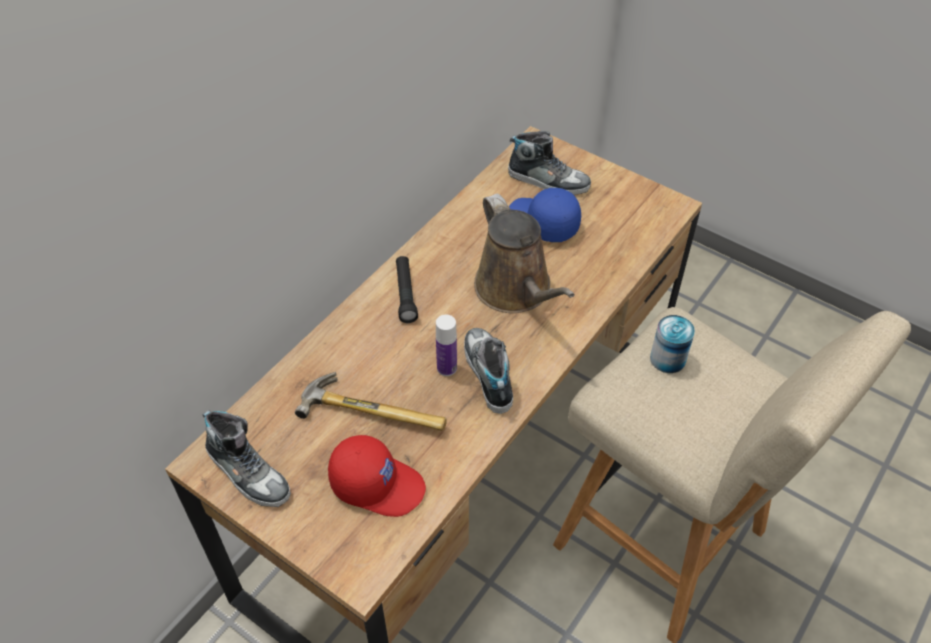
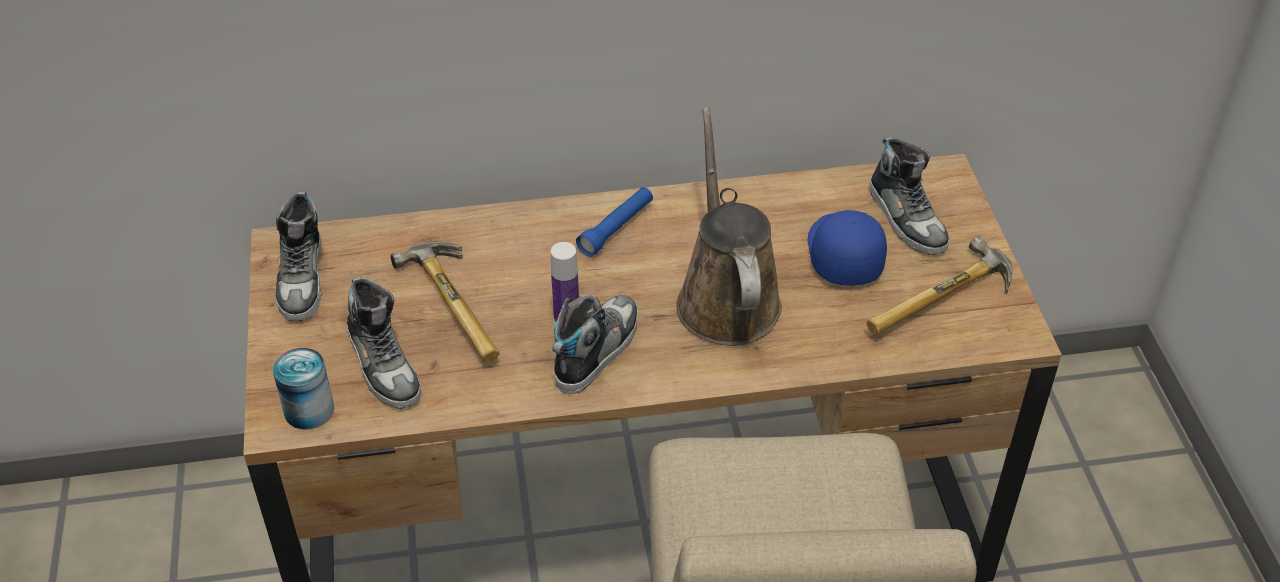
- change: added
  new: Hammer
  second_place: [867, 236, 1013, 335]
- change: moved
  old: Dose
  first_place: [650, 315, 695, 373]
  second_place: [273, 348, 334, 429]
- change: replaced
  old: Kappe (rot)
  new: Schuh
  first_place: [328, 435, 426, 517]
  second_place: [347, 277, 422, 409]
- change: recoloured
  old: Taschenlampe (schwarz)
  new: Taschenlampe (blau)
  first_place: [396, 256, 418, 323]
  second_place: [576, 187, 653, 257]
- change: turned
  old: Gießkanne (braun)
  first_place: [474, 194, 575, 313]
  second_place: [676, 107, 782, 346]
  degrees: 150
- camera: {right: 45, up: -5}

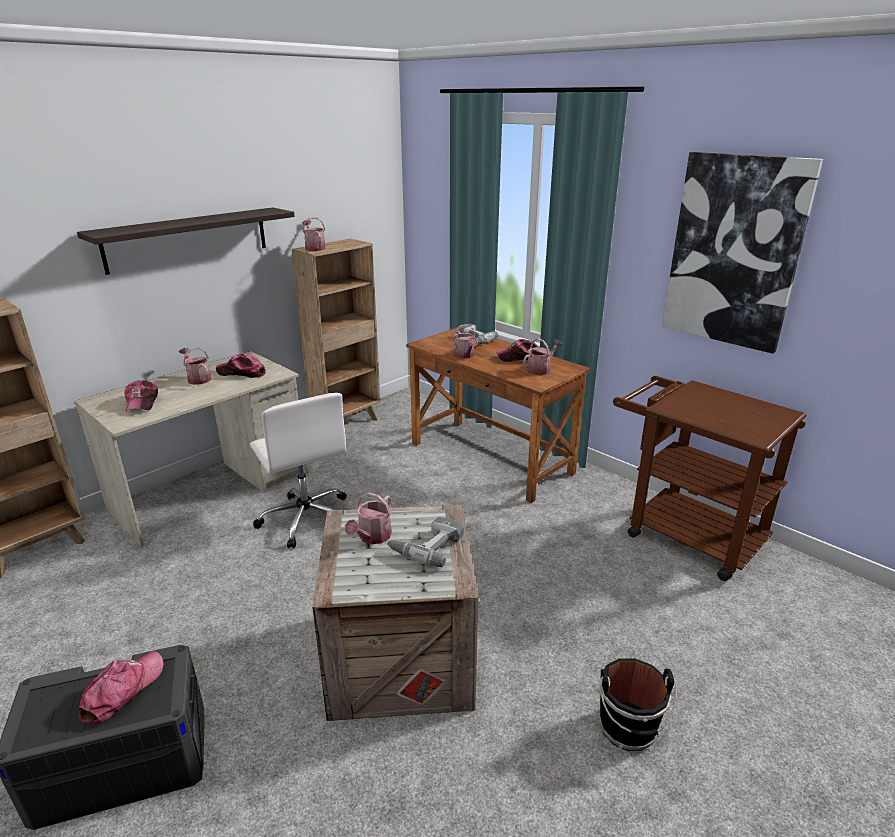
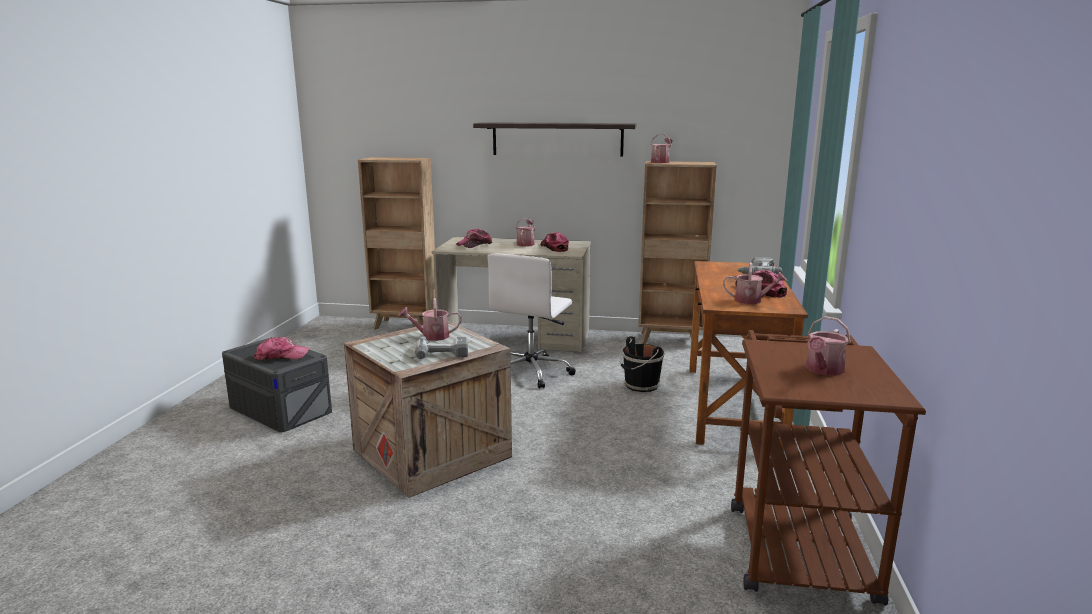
- change: removed
  old: Bild
  first_place: [662, 152, 823, 354]
- change: moved
  old: Gießkanne
  first_place: [452, 324, 478, 359]
  second_place: [806, 316, 851, 375]
- change: moved
  old: Eimer (schwarz)
  first_place: [598, 658, 677, 751]
  second_place: [619, 336, 665, 392]
- camera: {right: 55, up: -10}

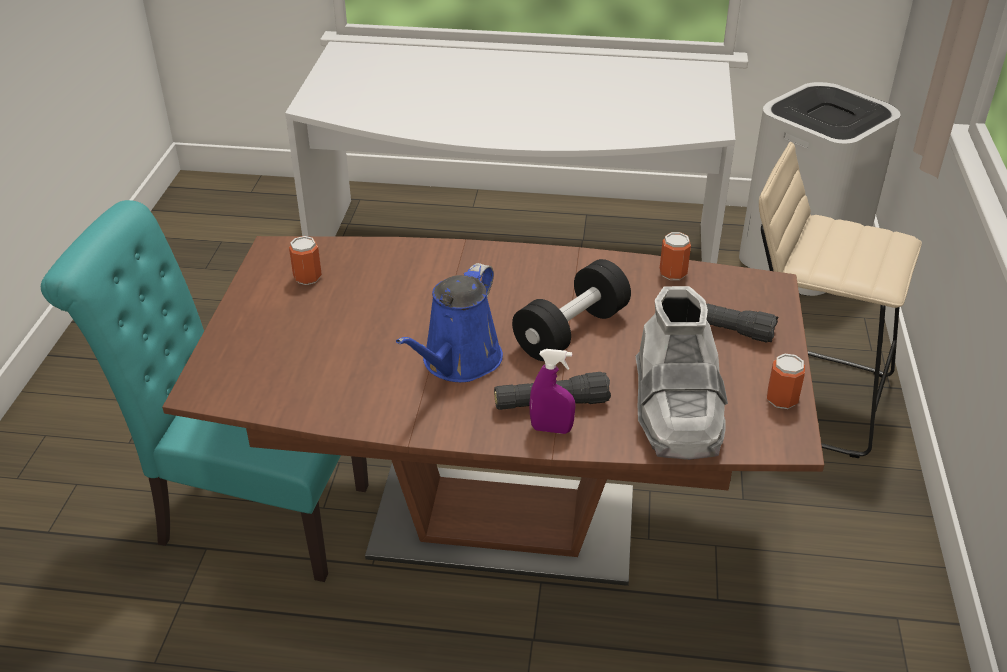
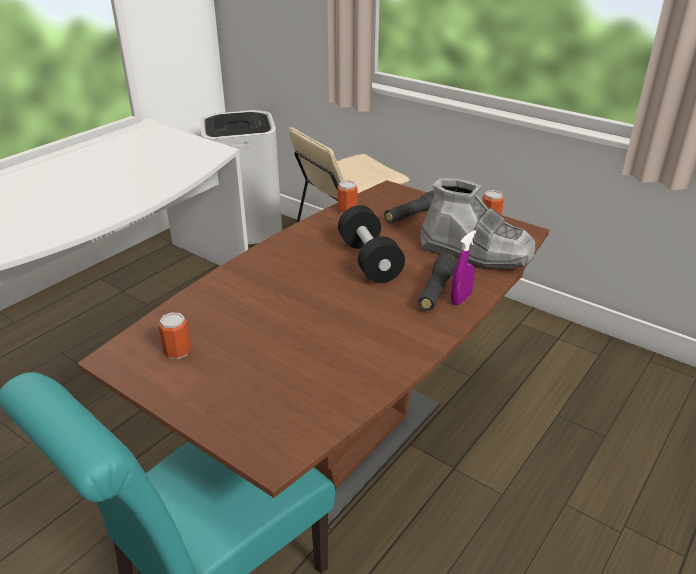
- change: removed
  old: Gießkanne (blau)
  first_place: [396, 263, 503, 382]
- camera: {right: -60, up: -5}

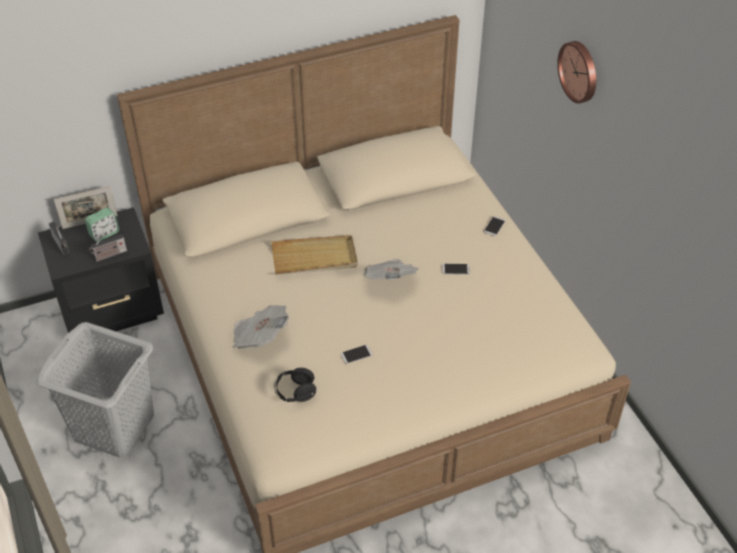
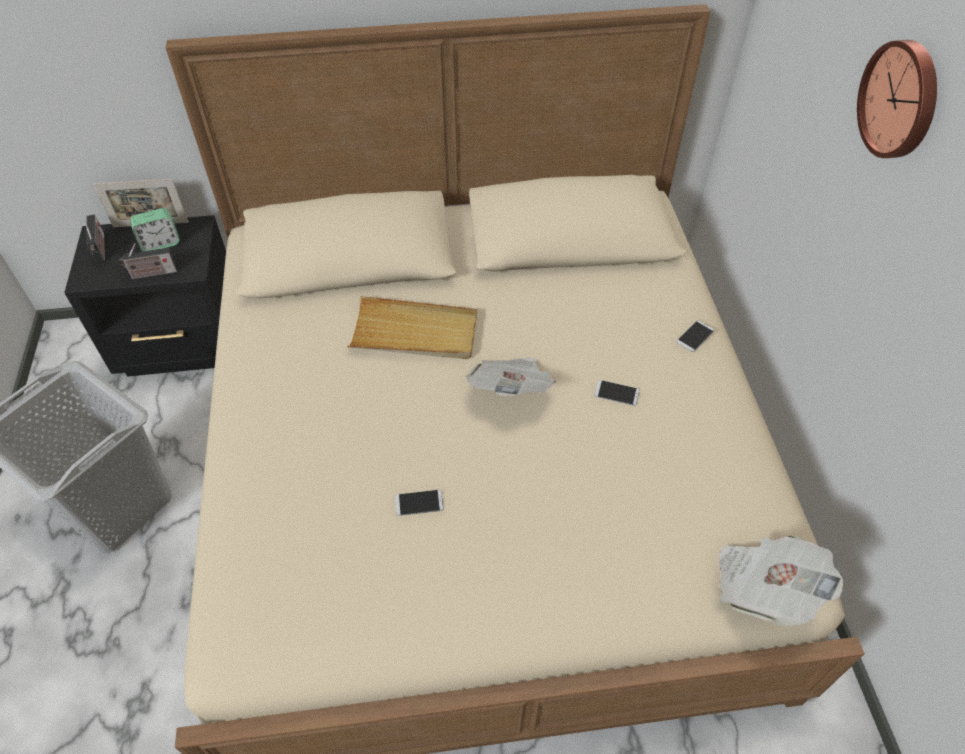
- change: removed
  old: Kopfhörer (schwarz)
  first_place: [274, 368, 316, 402]
- change: moved
  old: Zeitung
  first_place: [232, 305, 289, 349]
  second_place: [719, 536, 843, 626]
- camera: {right: 15, up: 5}

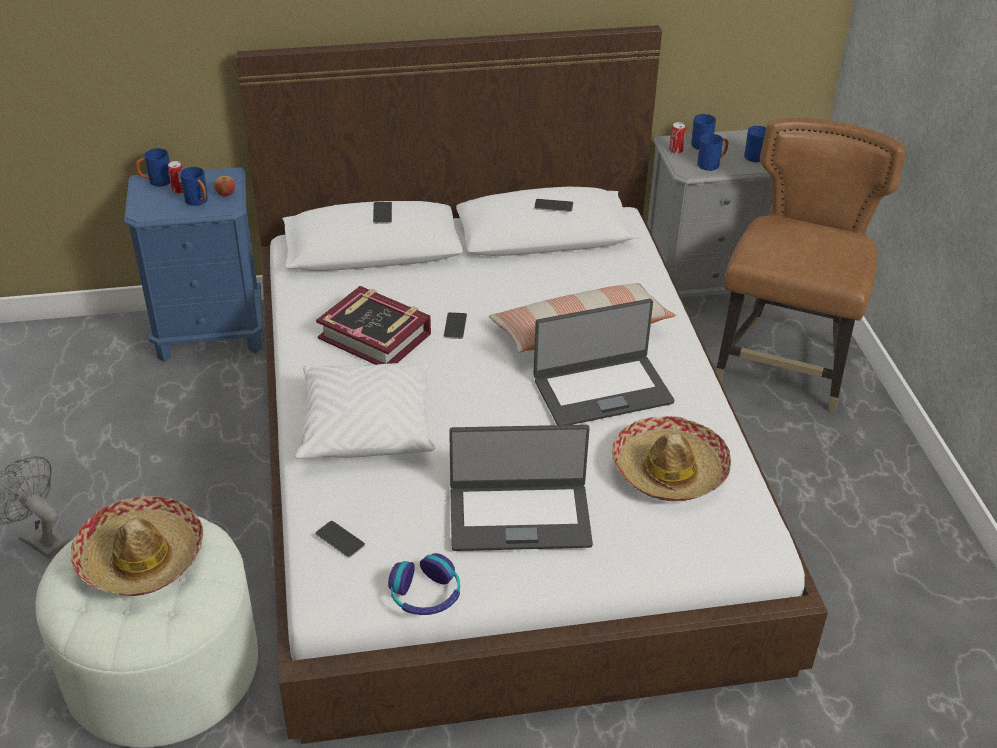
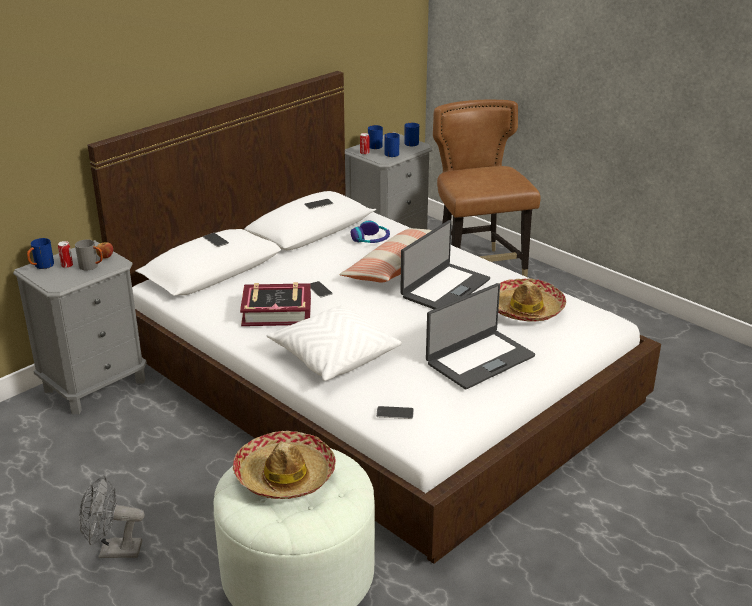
- change: moved
  old: Kopfhörer
  first_place: [388, 553, 460, 615]
  second_place: [351, 221, 390, 243]
- change: recoloured
  old: Nachttisch (blau)
  new: Nachttisch (grau)
  first_place: [124, 167, 263, 362]
  second_place: [13, 240, 147, 414]
- change: recoloured
  old: Henkelbecher (blau)
  new: Henkelbecher (grau)
  first_place: [180, 167, 208, 206]
  second_place: [75, 239, 103, 271]
- camera: {right: -35, up: -10}

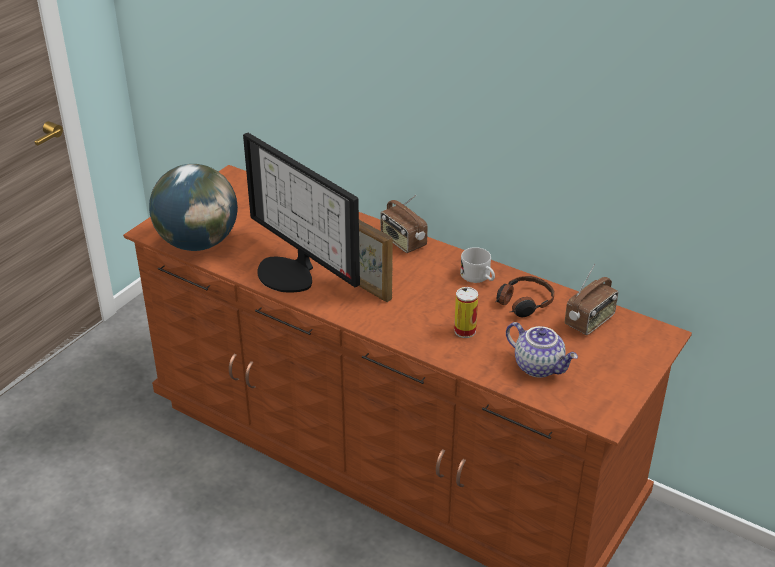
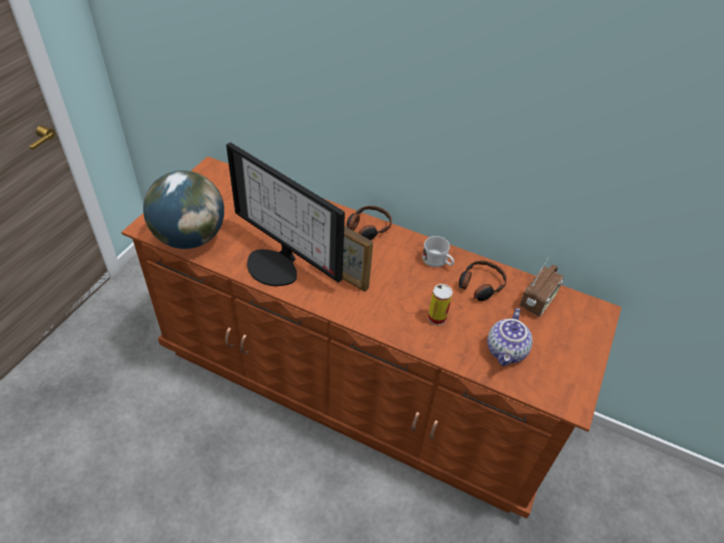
- change: replaced
  old: Radio
  new: Kopfhörer
  first_place: [380, 195, 428, 253]
  second_place: [346, 206, 392, 240]
- change: turned
  old: Teekanne
  first_place: [506, 322, 578, 378]
  second_place: [487, 308, 533, 366]
  degrees: 75
- camera: {right: -10, up: 10}

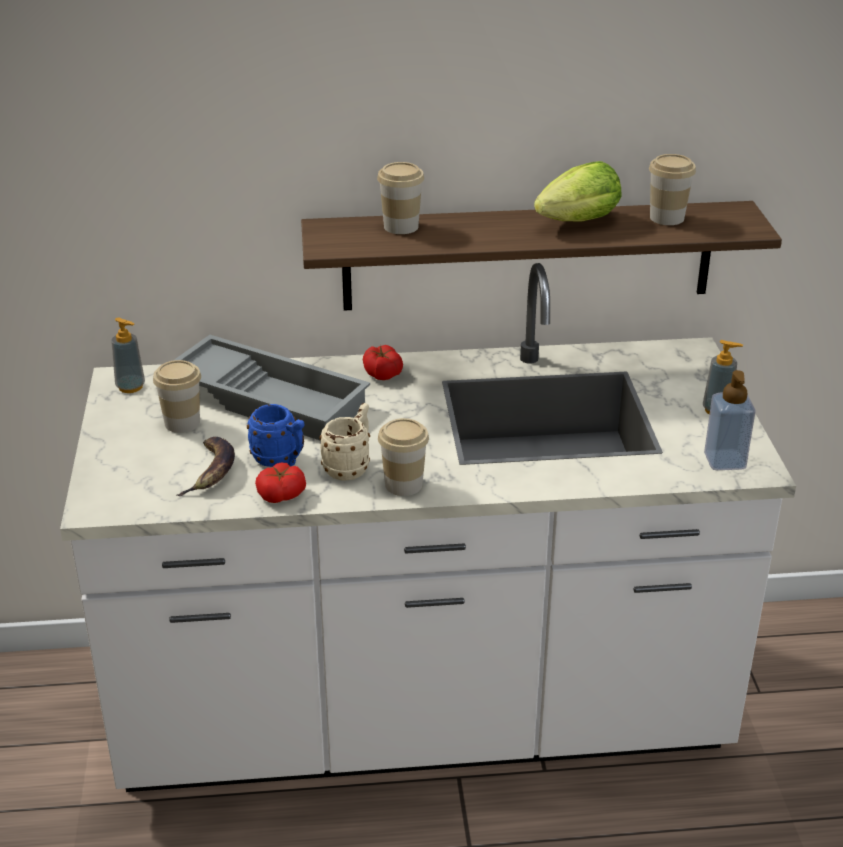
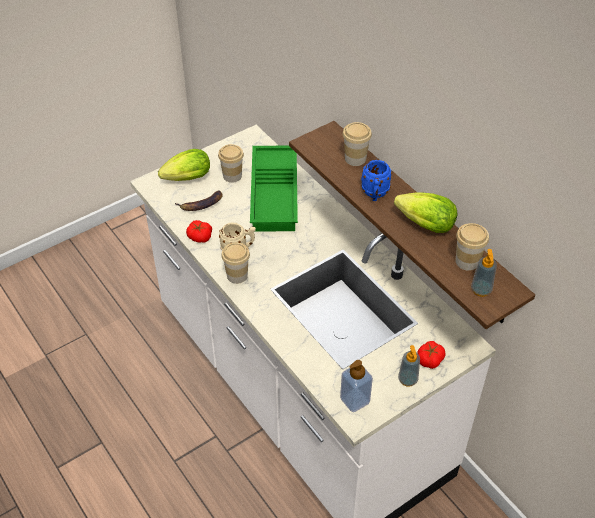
- change: added
  new: Salatkopf
  second_place: [158, 149, 210, 181]
- change: moved
  old: Seifenspender
  first_place: [111, 318, 145, 393]
  second_place: [471, 249, 497, 297]
- change: moved
  old: Henkelbecher (blau)
  first_place: [247, 404, 304, 467]
  second_place: [361, 160, 392, 201]
- change: moved
  old: Tomate
  first_place: [363, 345, 403, 380]
  second_place: [417, 341, 446, 369]
- change: recoloured
  old: Tablett (grau)
  new: Tablett (grün)
  first_place: [173, 335, 370, 441]
  second_place: [250, 146, 298, 232]
- camera: {right: 60, up: 15}

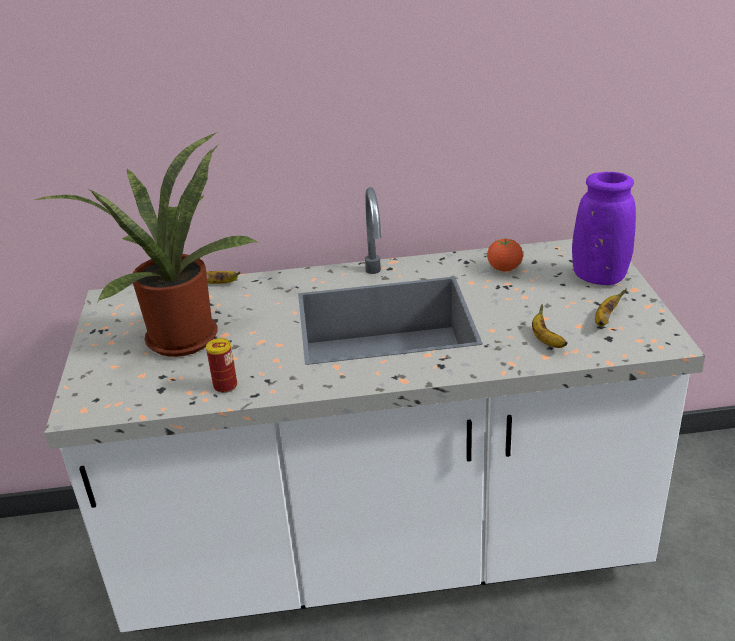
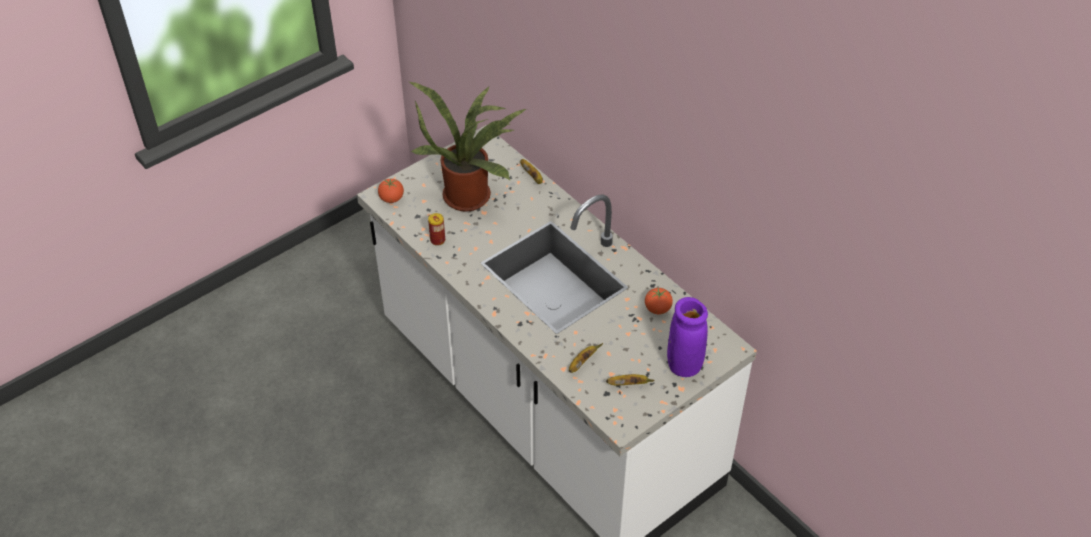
- change: added
  new: Tomate
  second_place: [378, 179, 404, 203]
- camera: {right: 55, up: 15}

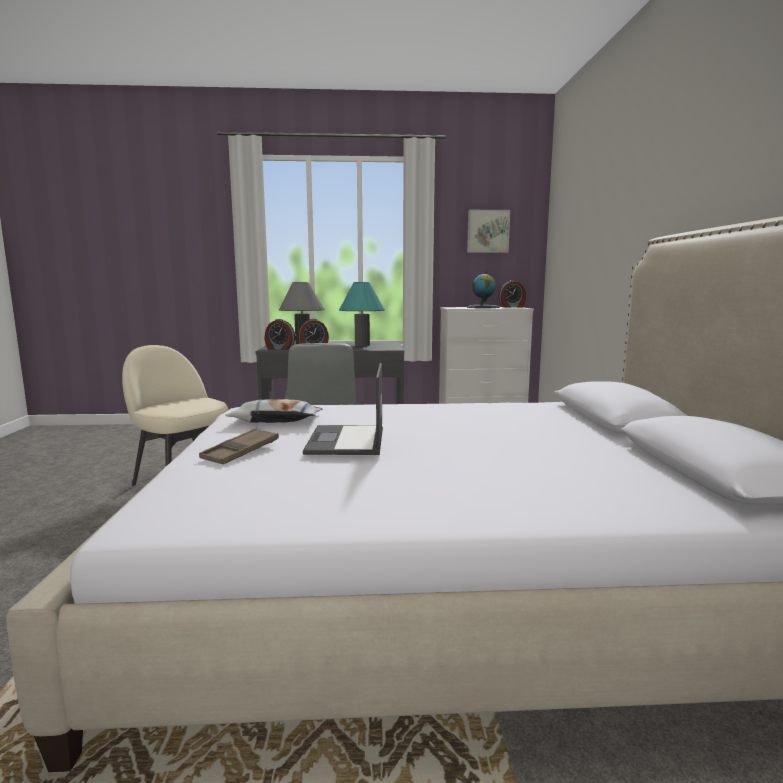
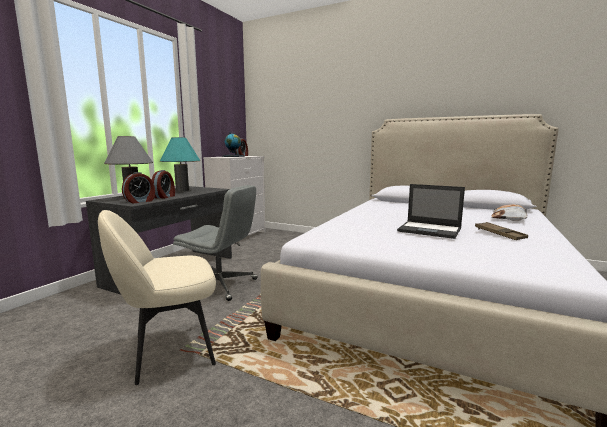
- change: removed
  old: Bild
  first_place: [467, 210, 510, 253]
- change: moved
  old: Tablett (braun)
  first_place: [199, 428, 279, 464]
  second_place: [475, 222, 528, 240]
- change: moved
  old: Kissen
  first_place: [225, 399, 322, 423]
  second_place: [492, 204, 527, 221]
- camera: {right: -60, up: 0}

